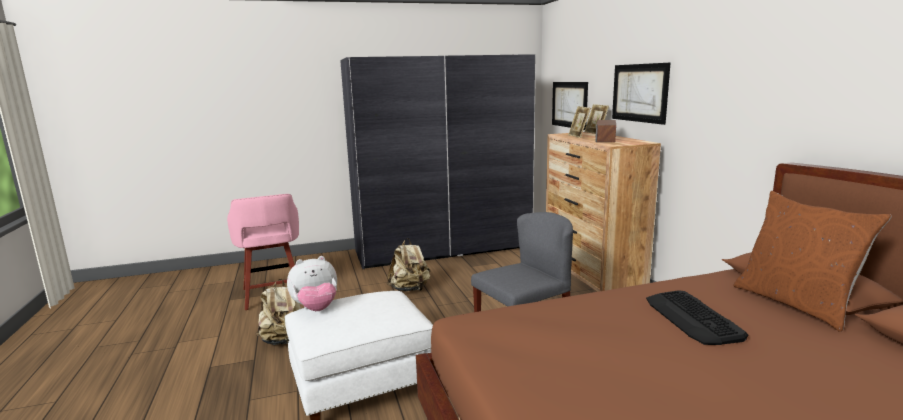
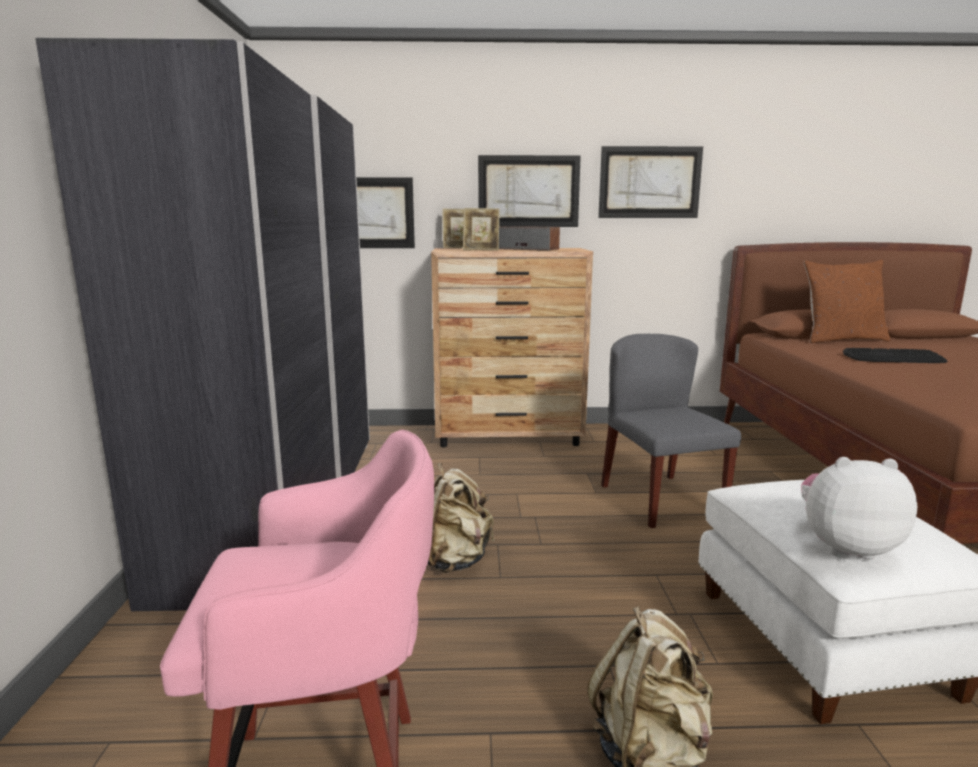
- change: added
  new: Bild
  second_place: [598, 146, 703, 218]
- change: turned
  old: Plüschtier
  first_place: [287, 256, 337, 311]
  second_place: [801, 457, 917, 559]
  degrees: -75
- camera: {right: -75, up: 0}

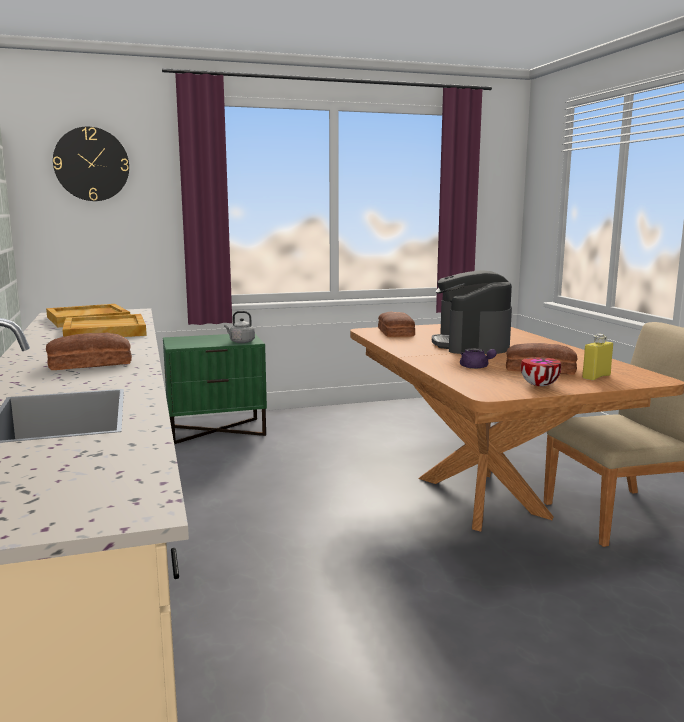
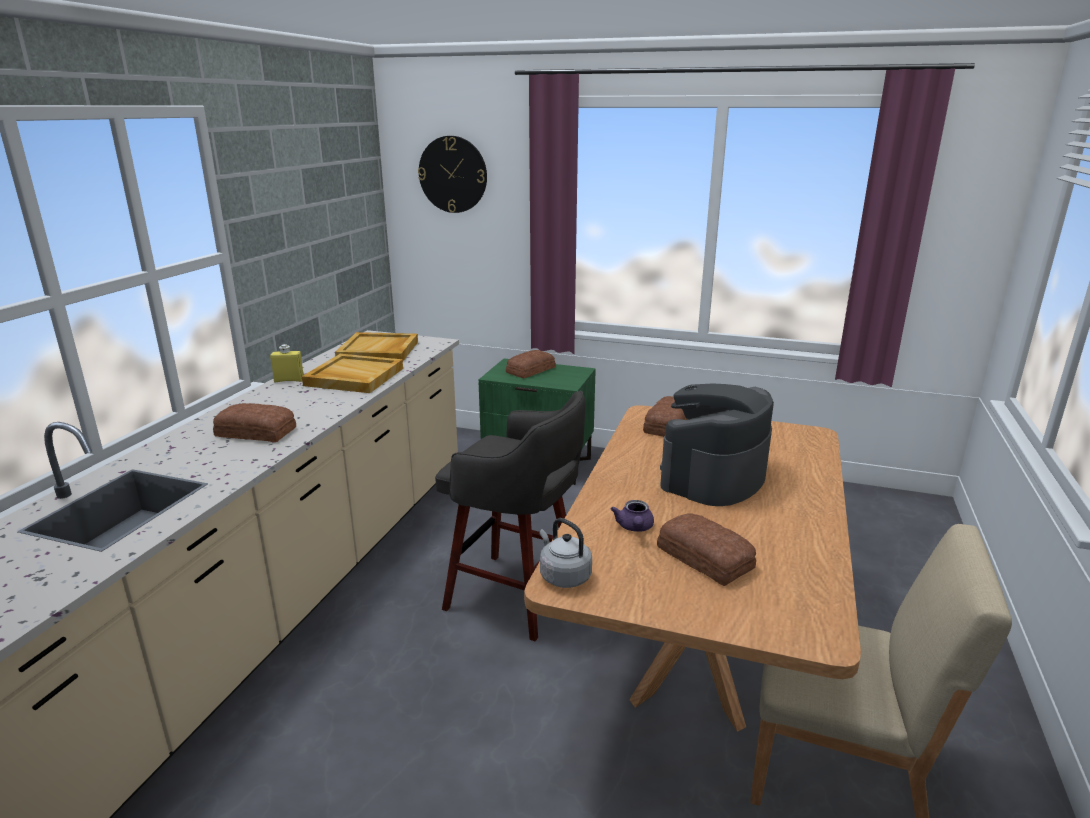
- change: removed
  old: Schüssel
  first_place: [521, 358, 561, 386]
- change: added
  new: Hocker (grau)
  second_place: [435, 391, 585, 641]
- change: added
  new: Brot
  second_place: [506, 350, 556, 378]
- change: moved
  old: Wasserkessel (grau)
  first_place: [224, 311, 255, 343]
  second_place: [540, 518, 592, 588]
- change: moved
  old: Flasche (gelb)
  first_place: [582, 334, 613, 380]
  second_place: [270, 344, 304, 382]
- camera: {right: 35, up: 10}

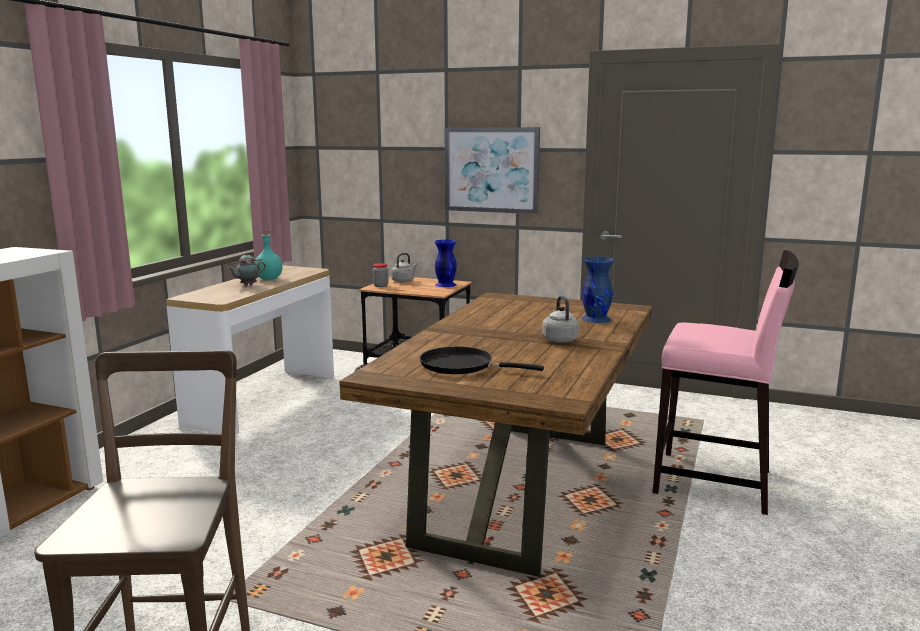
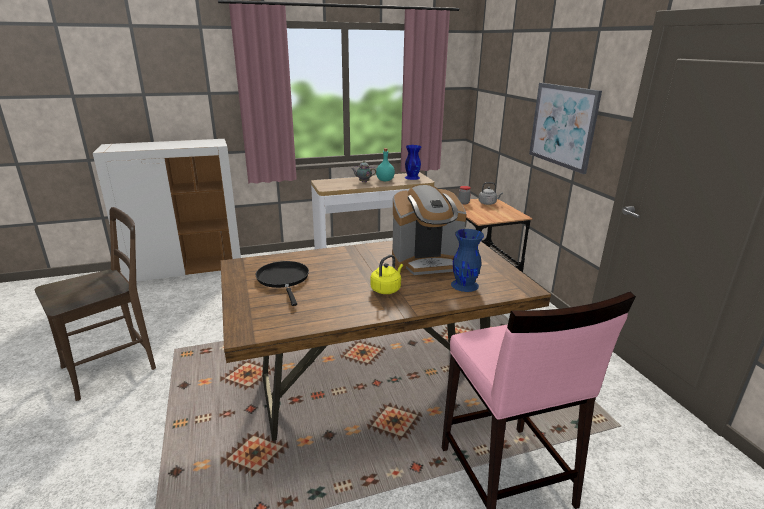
- change: added
  new: Kaffeemaschine
  second_place: [392, 185, 467, 275]
- change: moved
  old: Vase (blau)
  first_place: [435, 240, 457, 287]
  second_place: [405, 145, 421, 180]
- change: recoloured
  old: Wasserkessel (grau)
  new: Wasserkessel (gelb)
  first_place: [542, 296, 579, 343]
  second_place: [370, 255, 403, 294]
- camera: {right: 50, up: 10}

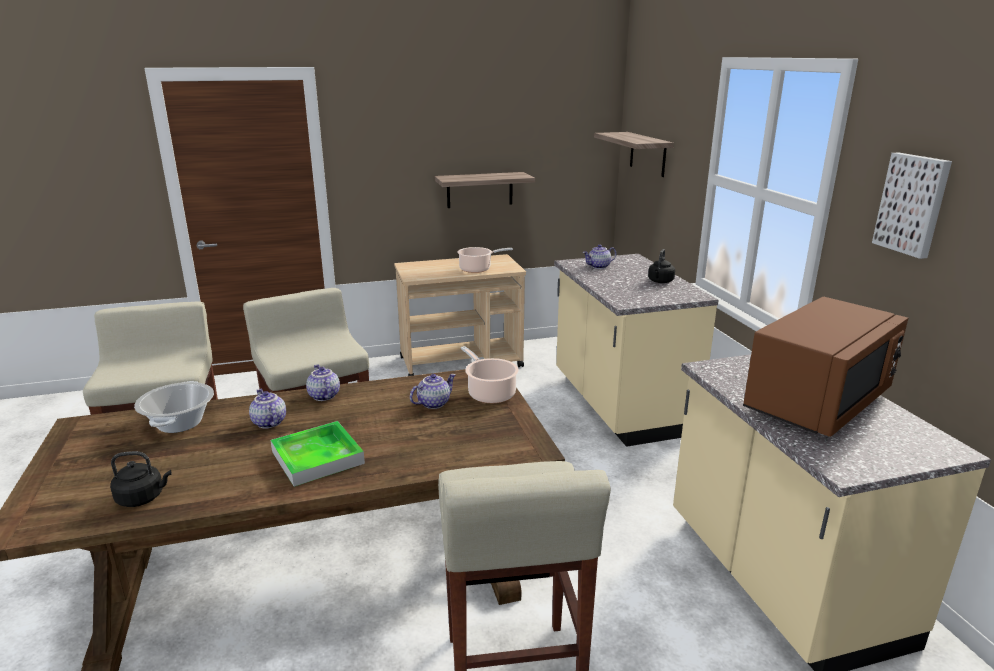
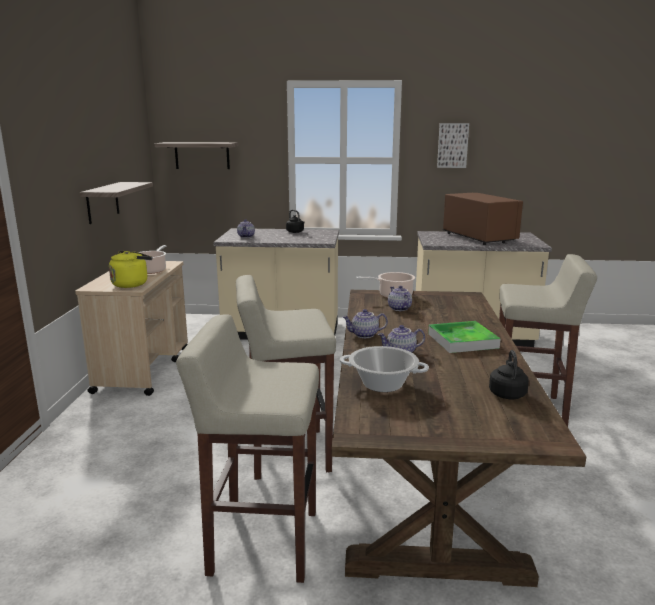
- change: added
  new: Wasserkessel (gelb)
  second_place: [109, 251, 152, 288]
- camera: {right: -70, up: -5}

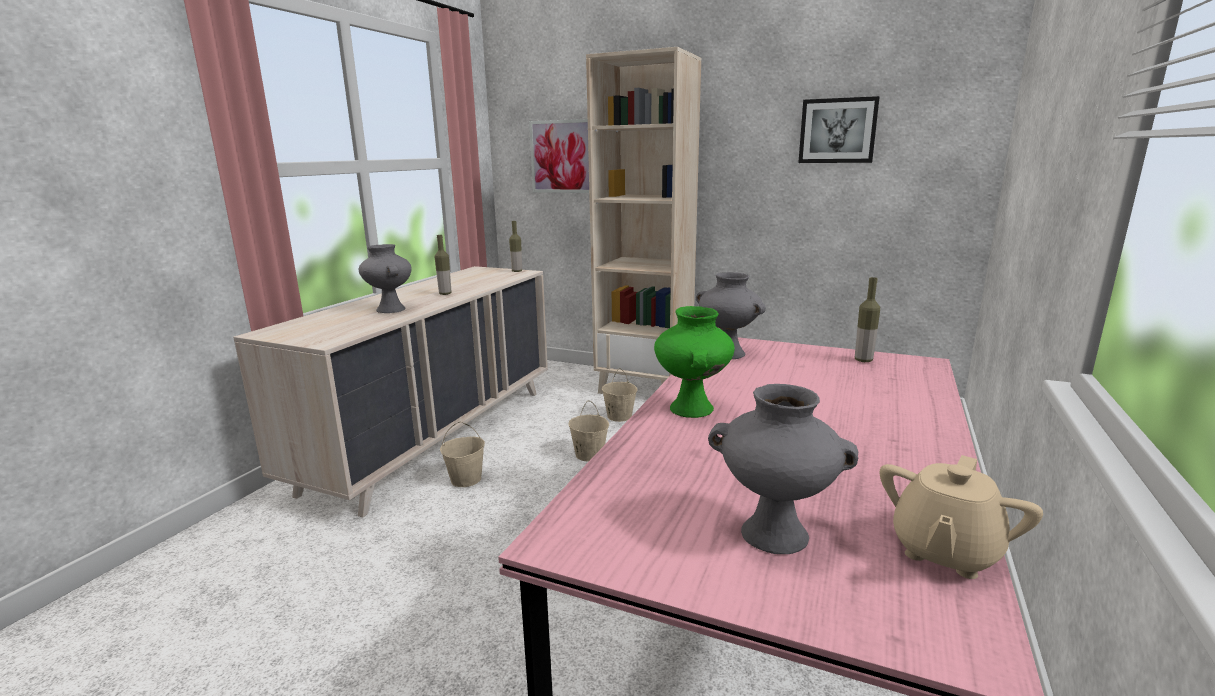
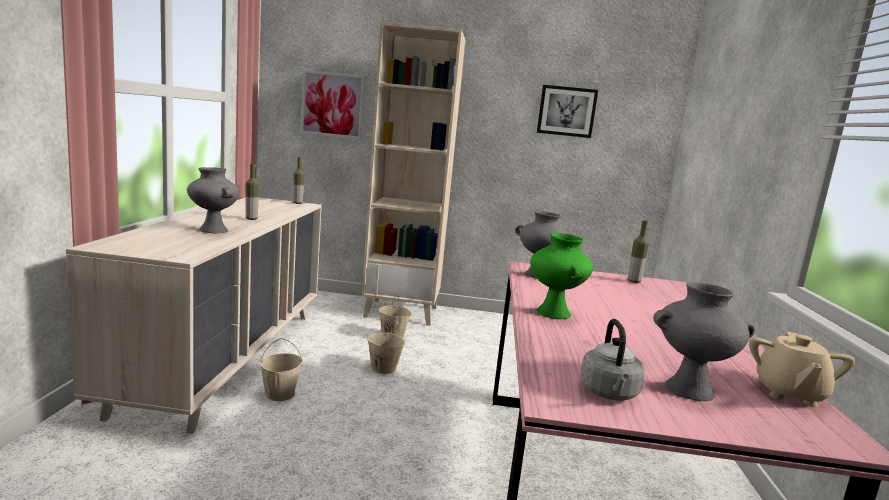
- change: added
  new: Wasserkessel (grau)
  second_place: [580, 319, 645, 400]
- camera: {right: -20, up: -5}

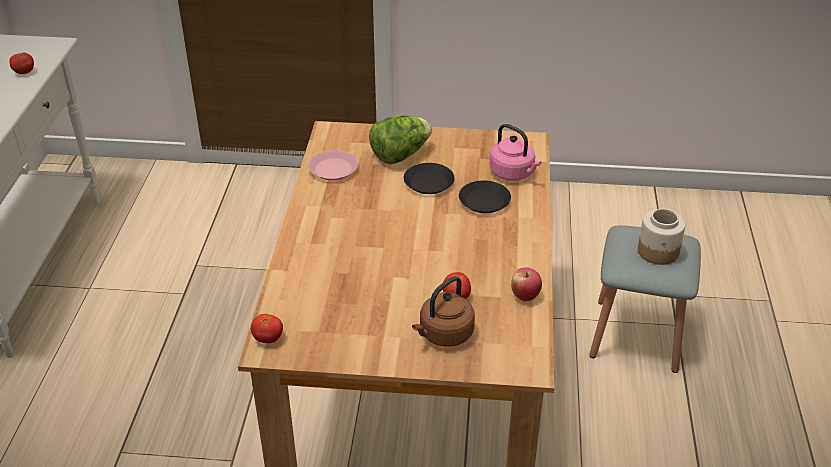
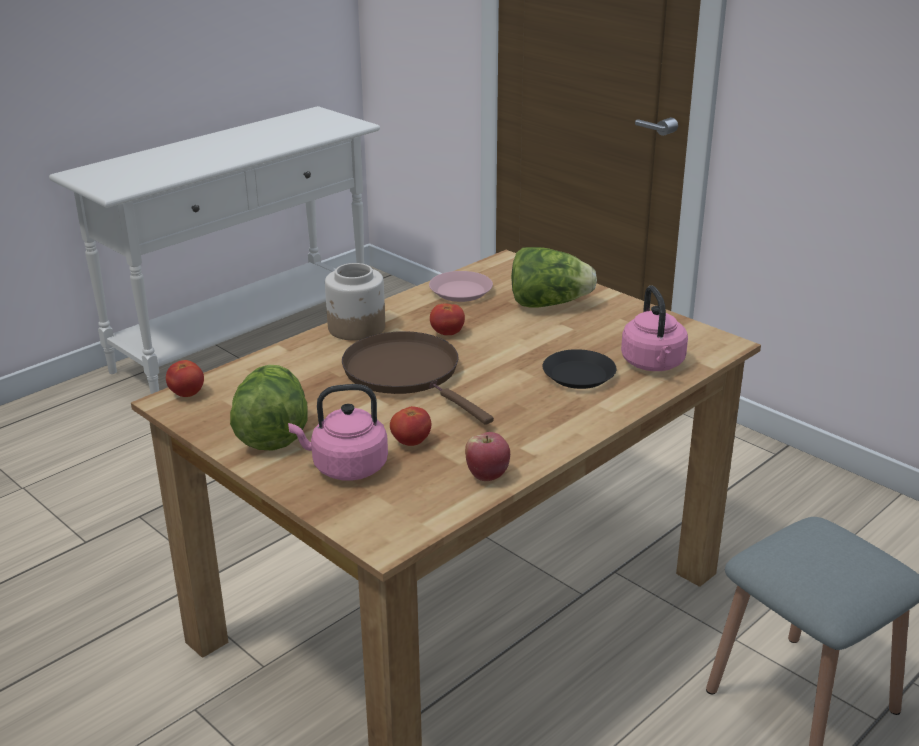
- change: removed
  old: Teller (schwarz)
  first_place: [404, 163, 455, 194]
- change: added
  new: Salatkopf
  second_place: [230, 365, 308, 451]
- change: added
  new: Pfanne (braun)
  second_place: [342, 331, 494, 425]
- change: moved
  old: Tomate
  first_place: [9, 53, 34, 74]
  second_place: [430, 303, 465, 335]
- change: moved
  old: Vorratsglas
  first_place: [638, 209, 685, 265]
  second_place: [325, 263, 385, 341]
- change: recoloured
  old: Wasserkessel (braun)
  new: Wasserkessel (rosa)
  first_place: [412, 276, 475, 347]
  second_place: [288, 384, 388, 481]
- camera: {right: 40, up: -10}

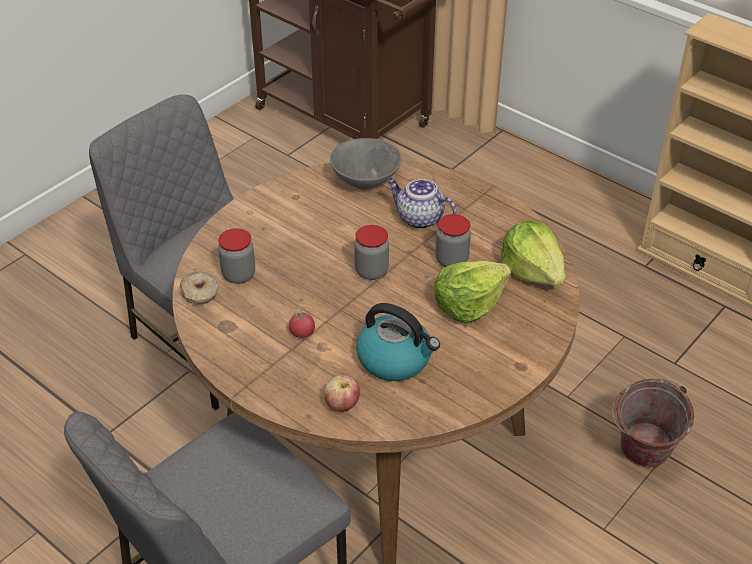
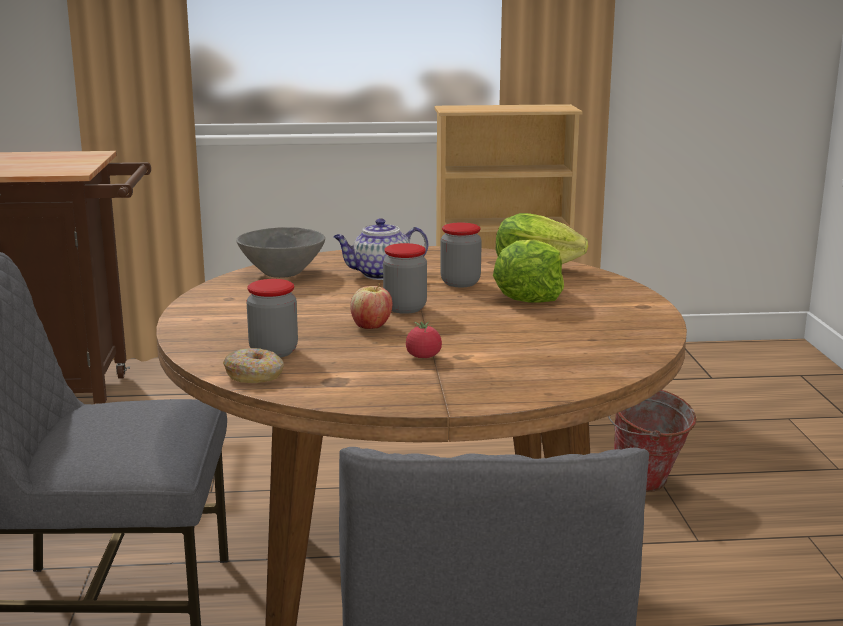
- change: removed
  old: Wasserkessel
  first_place: [356, 303, 440, 381]
- change: moved
  old: Apfel
  first_place: [324, 375, 360, 412]
  second_place: [350, 283, 392, 329]
- camera: {right: -45, up: -25}

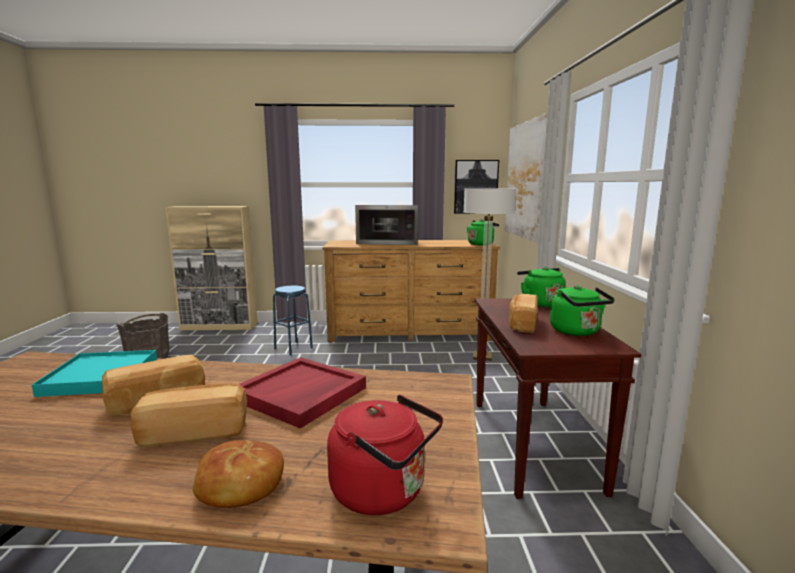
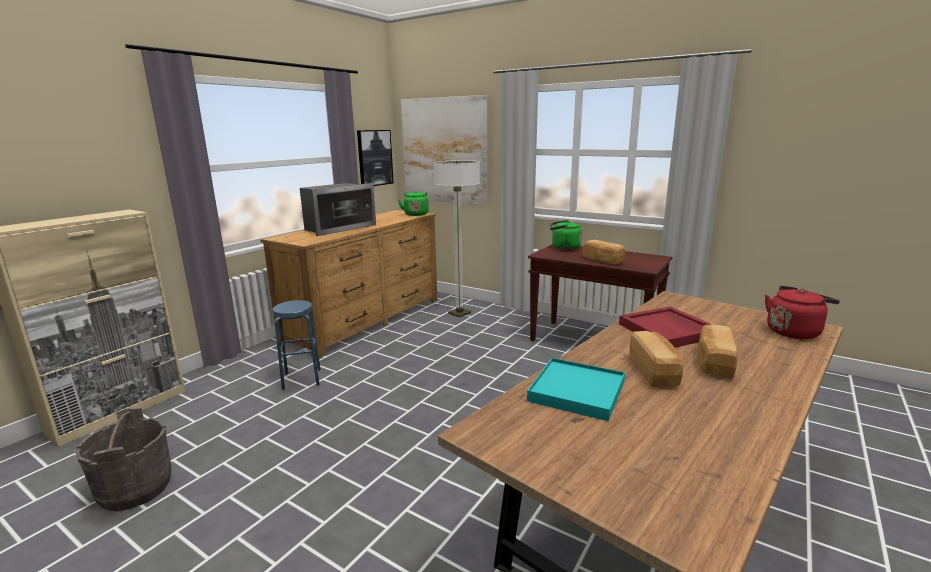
- change: removed
  old: Brot
  first_place: [193, 440, 284, 508]
- change: removed
  old: Wasserkessel (grün)
  first_place: [550, 285, 615, 336]
- camera: {right: -55, up: 5}

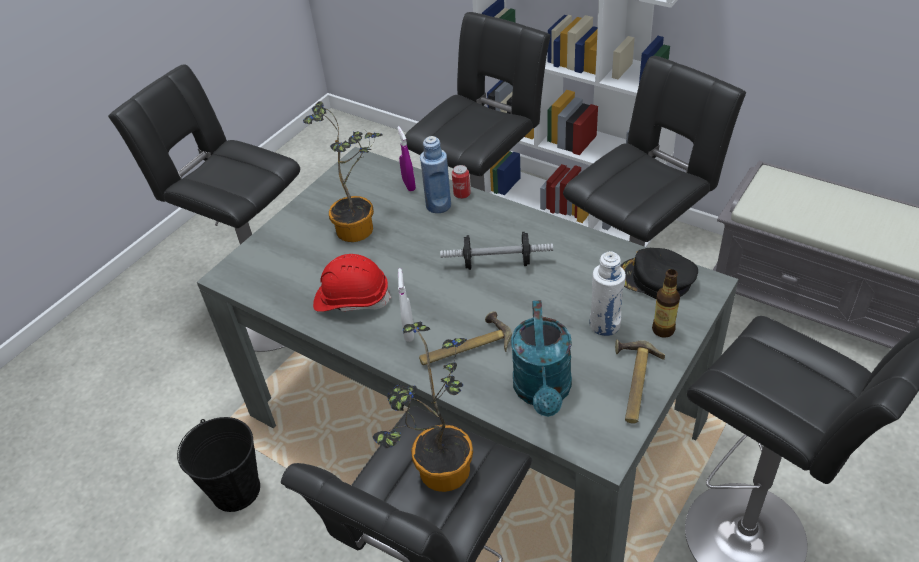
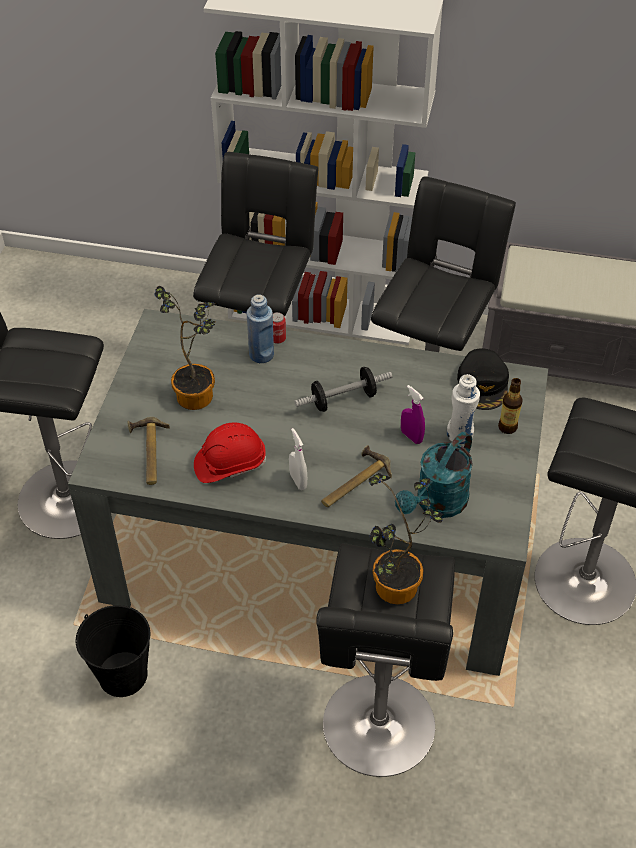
- change: moved
  old: Sprühflasche (lila)
  first_place: [397, 126, 416, 191]
  second_place: [401, 385, 425, 444]
- change: moved
  old: Hammer
  first_place: [615, 339, 665, 424]
  second_place: [127, 417, 170, 485]
- change: turned
  old: Gießkanne (türkis)
  first_place: [511, 300, 572, 417]
  second_place: [395, 432, 473, 518]
  degrees: 60
- change: turned
  old: Kappe (schwarz)
  first_place: [620, 248, 698, 299]
  second_place: [457, 348, 509, 410]
  degrees: -90
- camera: {right: -25, up: 5}

